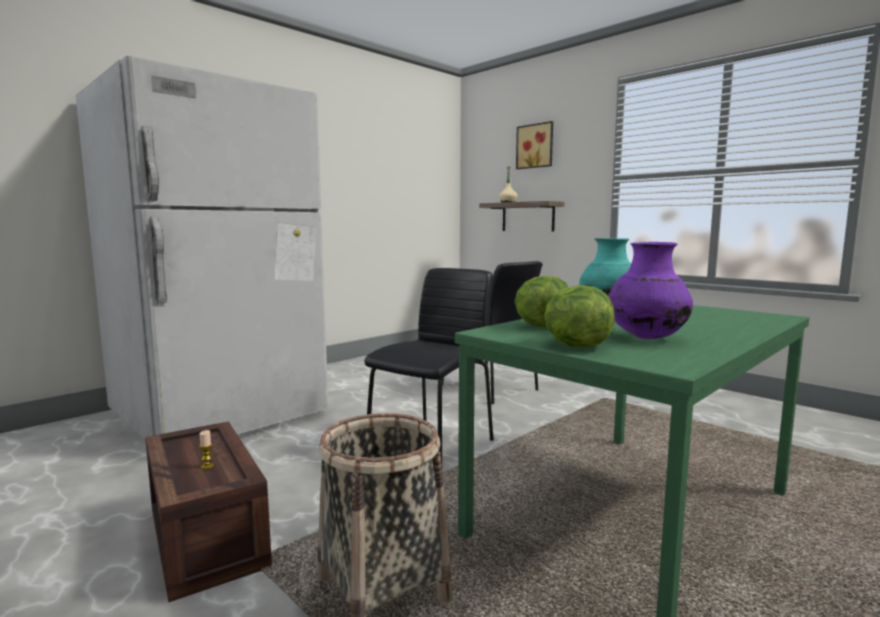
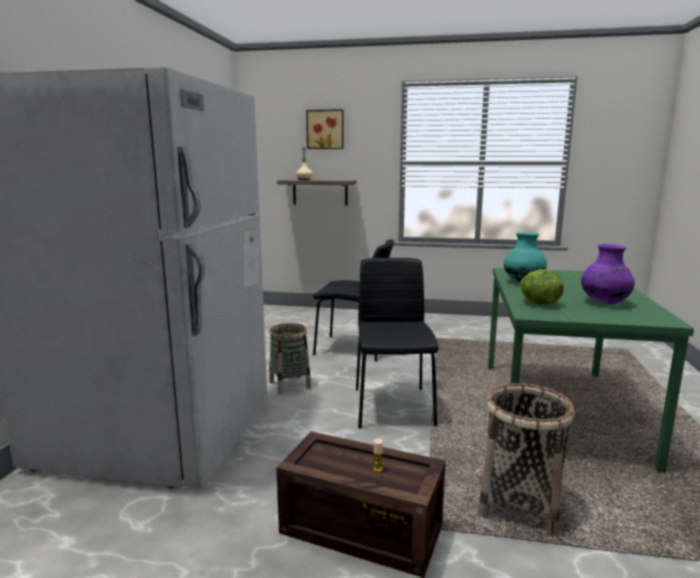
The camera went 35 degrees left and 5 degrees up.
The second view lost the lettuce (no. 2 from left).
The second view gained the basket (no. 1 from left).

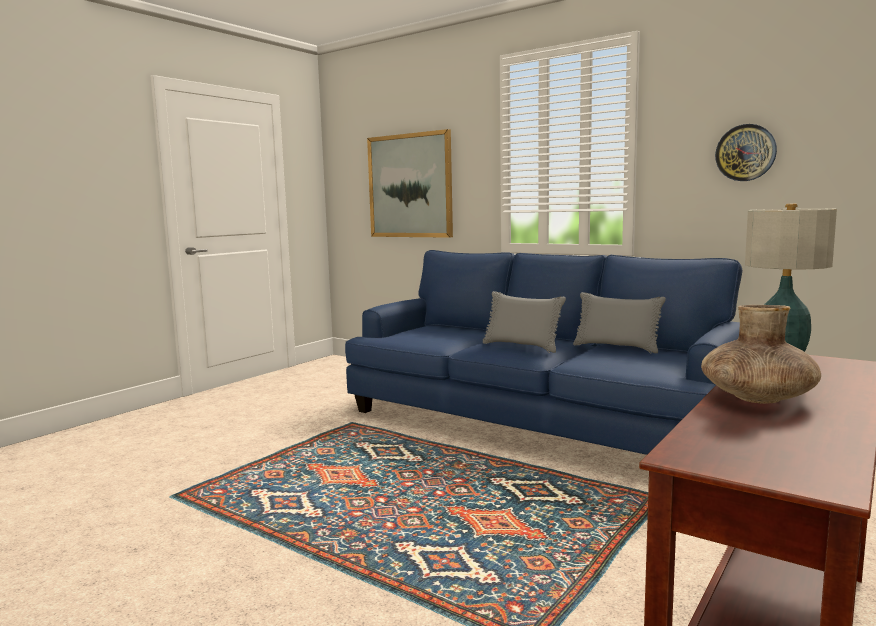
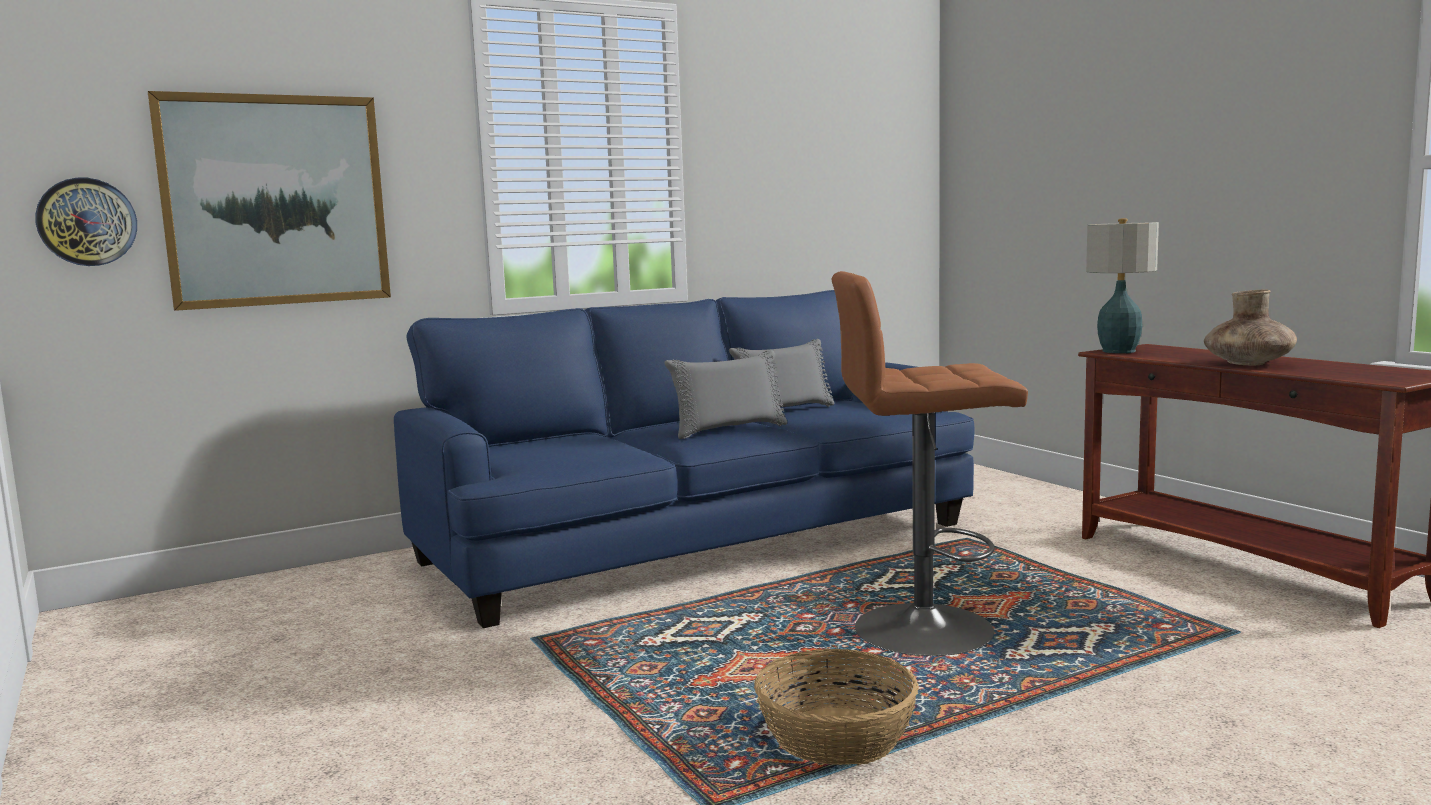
The camera went 65 degrees left and 0 degrees up.
The second view gained the basket.
The second view gained the brown_stool.
The wall_clock ended up elsewhere.

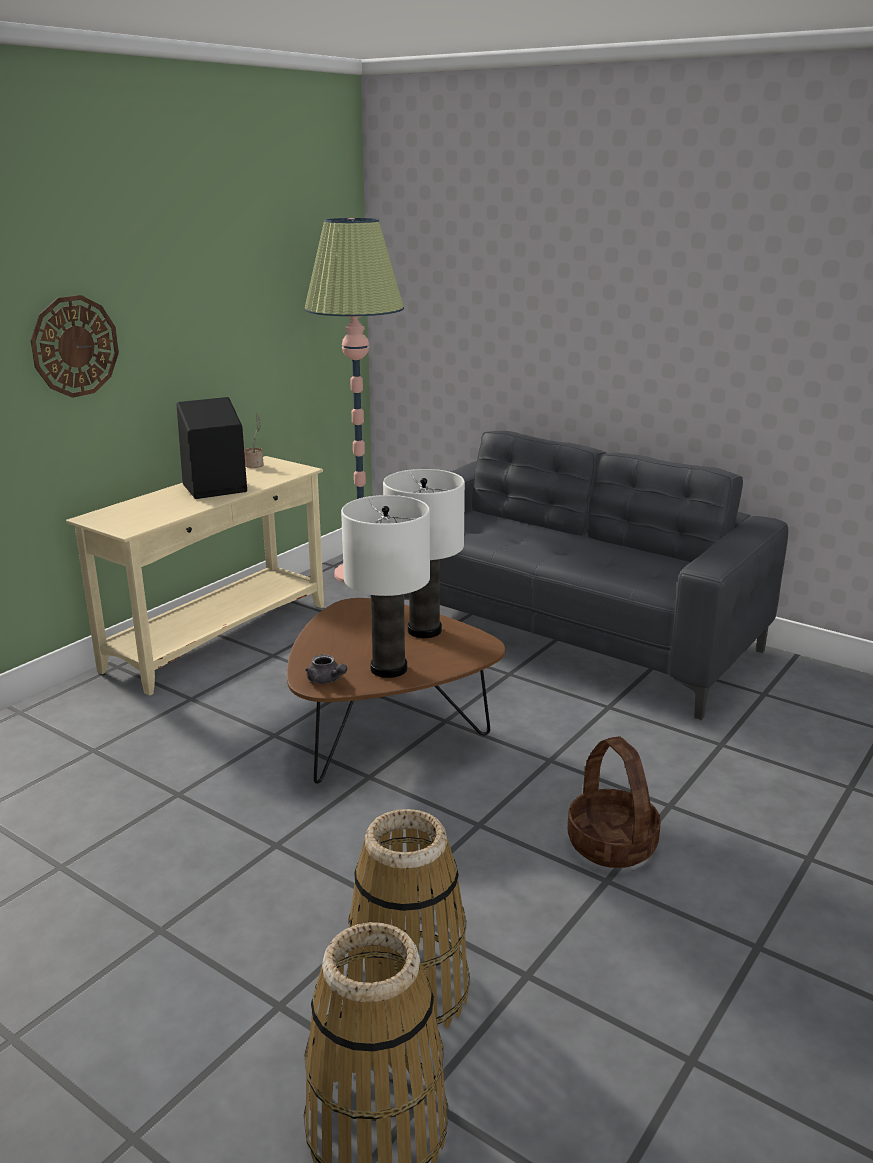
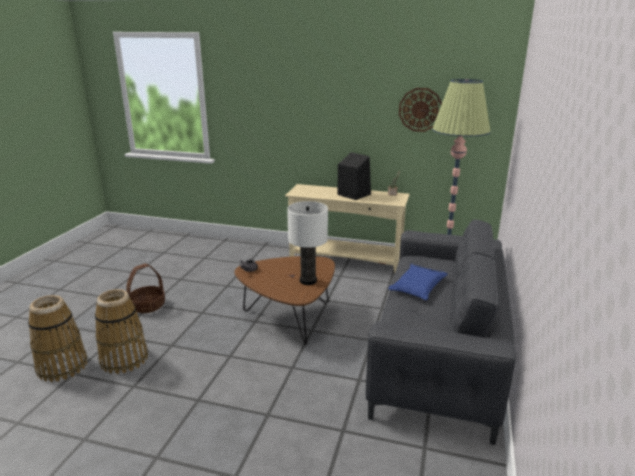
The camera went 70 degrees right and 0 degrees up.
The second view lost the white_table_lamp (no. 1 from left).
The second view gained the blue_pillow.
The wall_clock ended up elsewhere.
The basket (no. 3 from left) ended up elsewhere.

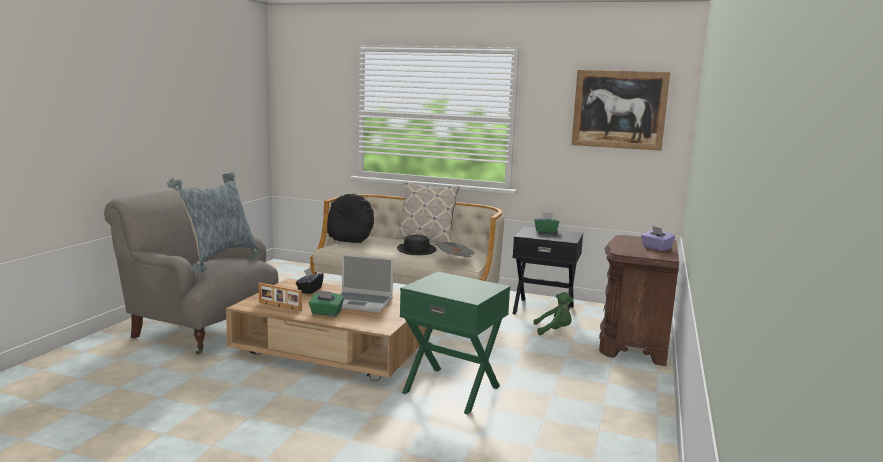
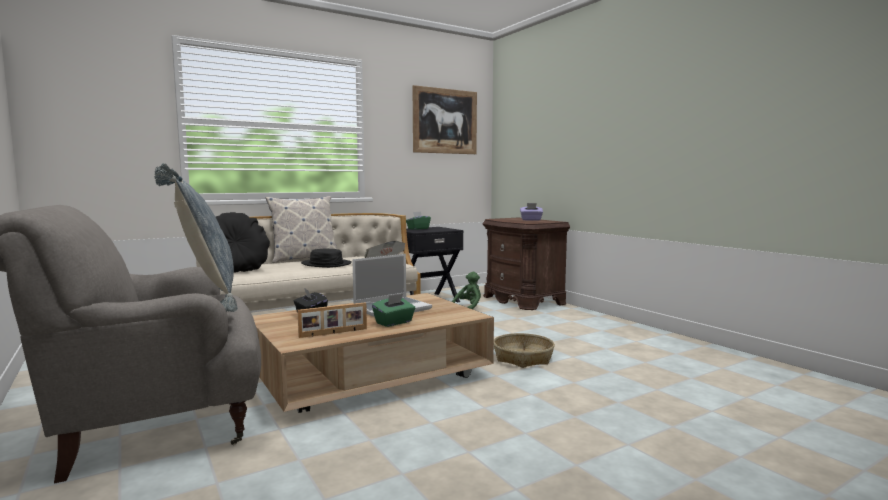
The camera went 50 degrees left and 5 degrees down.
Where the green_side_table stood, the basket came to stand.

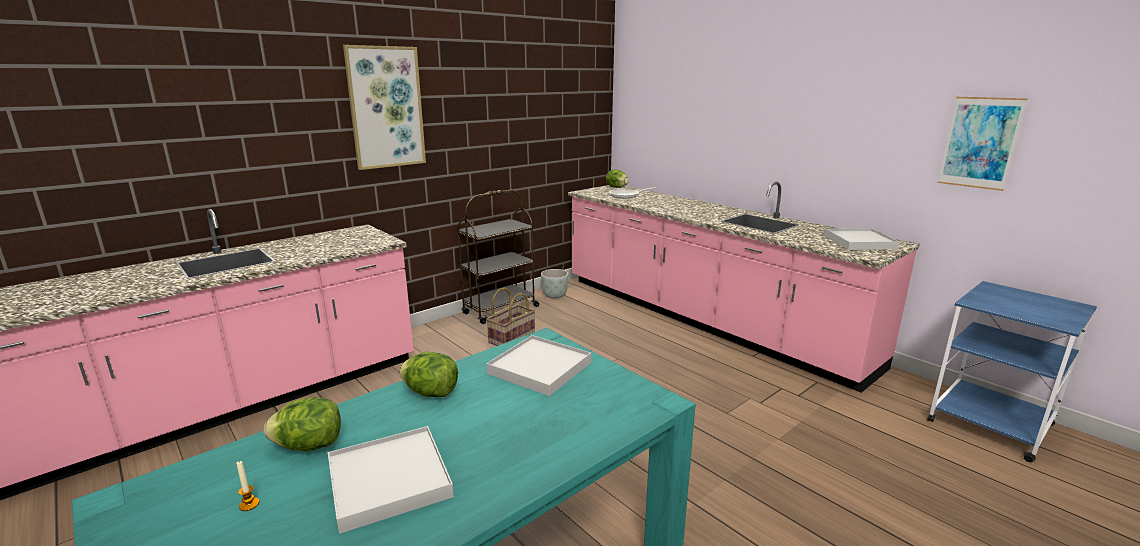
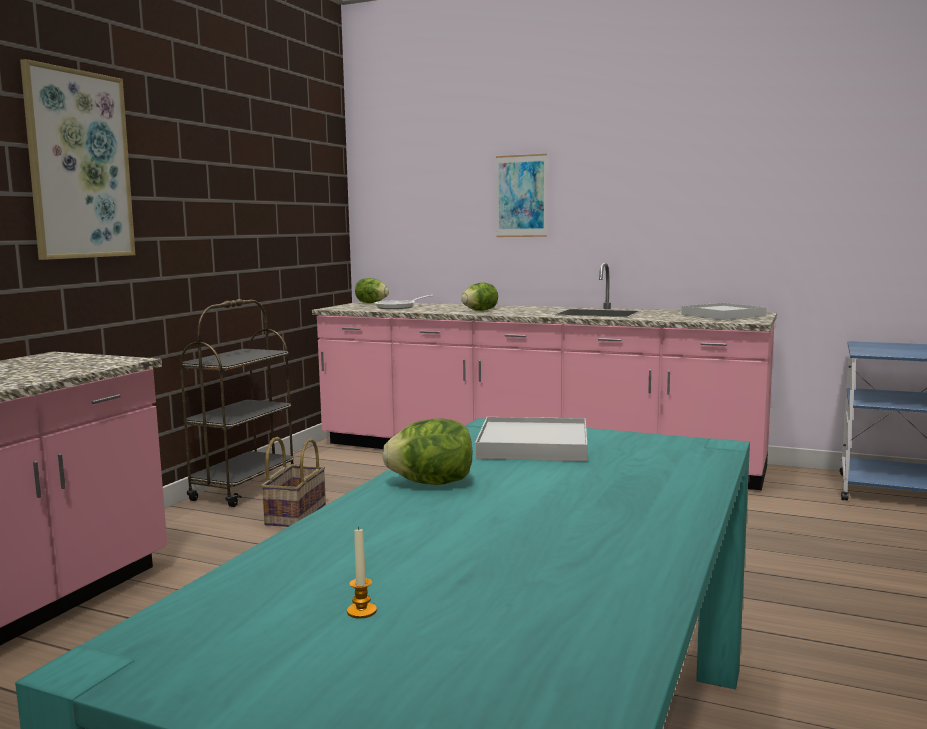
The camera went 25 degrees left and 10 degrees down.
The second view lost the white_tray (no. 1 from left).
The second view lost the grey_planter.
The lettuce (no. 1 from left in the first image) ended up elsewhere.
The picture (no. 2 from left) ended up elsewhere.

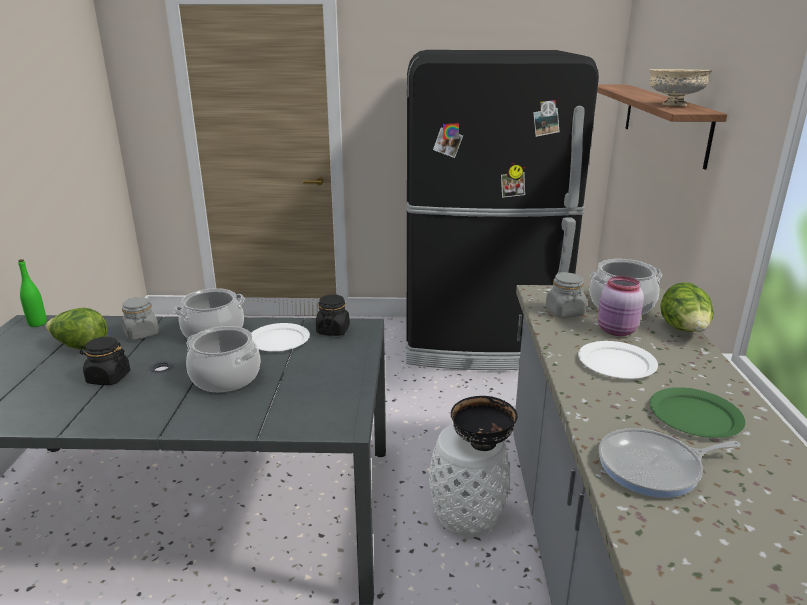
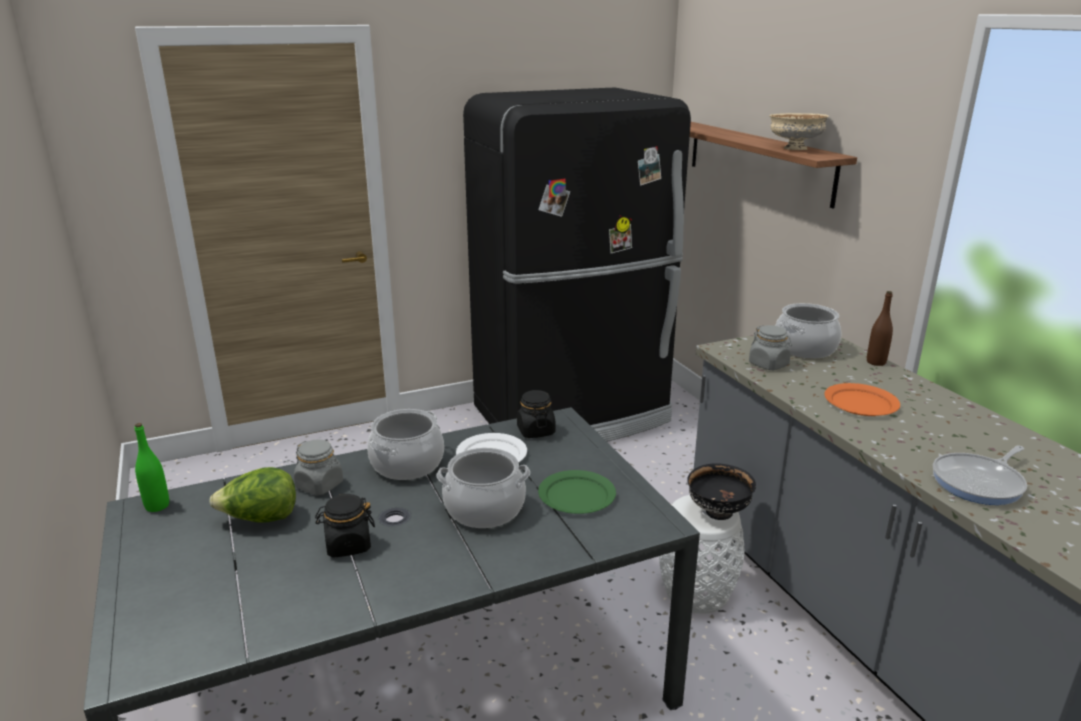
The camera went 25 degrees left and 0 degrees up.
The second view lost the pink_jar.
The green_plate ended up elsewhere.
Where the lettuce (no. 2 from left) stood, the brown_bottle came to stand.
What was the white_plate (no. 2 from left) turned into the orange_plate.

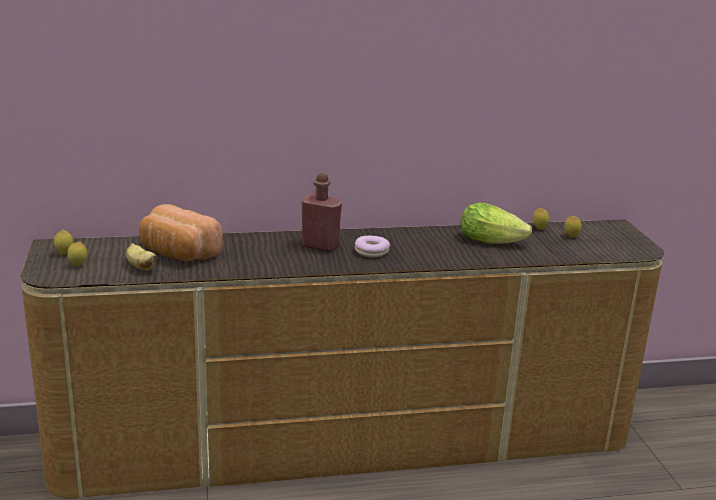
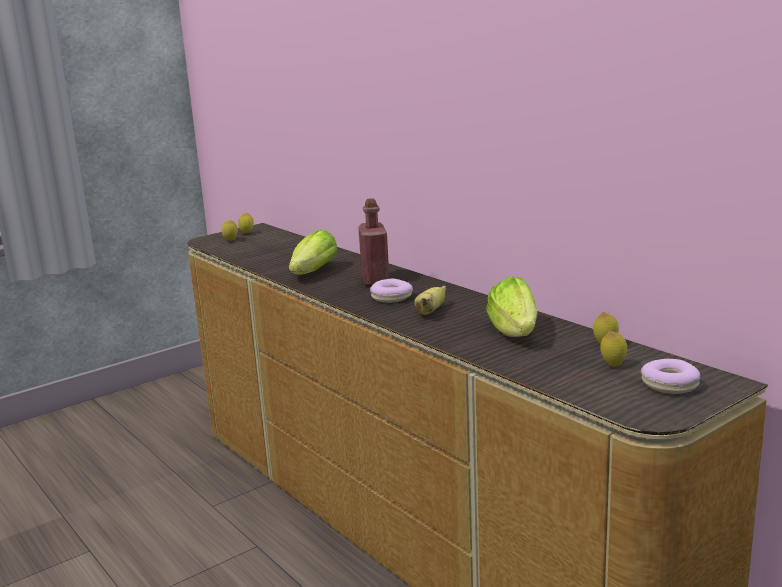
The camera went 65 degrees right and 5 degrees down.
The second view lost the bread.
The second view gained the lettuce (no. 1 from left).
The second view gained the donut (no. 2 from left).
The banana ended up elsewhere.

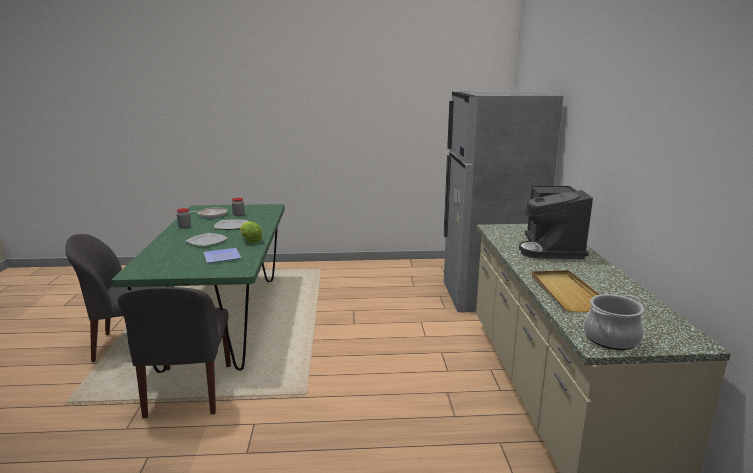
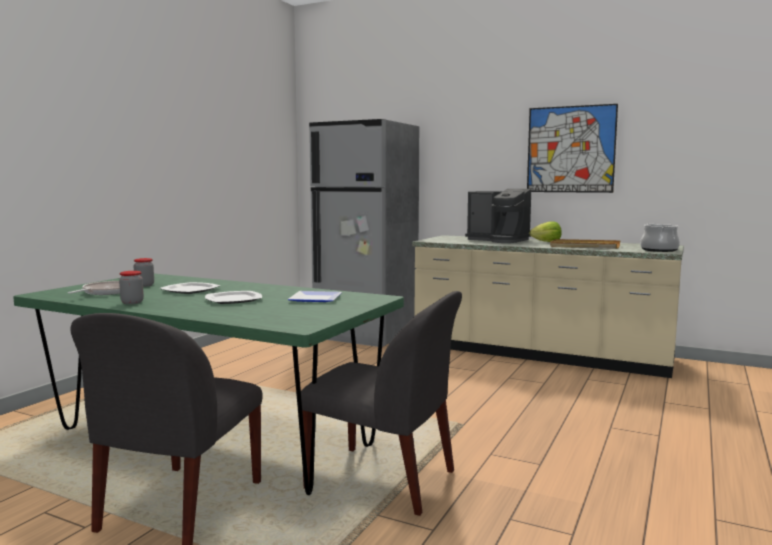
The camera went 60 degrees left and 10 degrees down.
The second view gained the picture.
The lettuce ended up elsewhere.

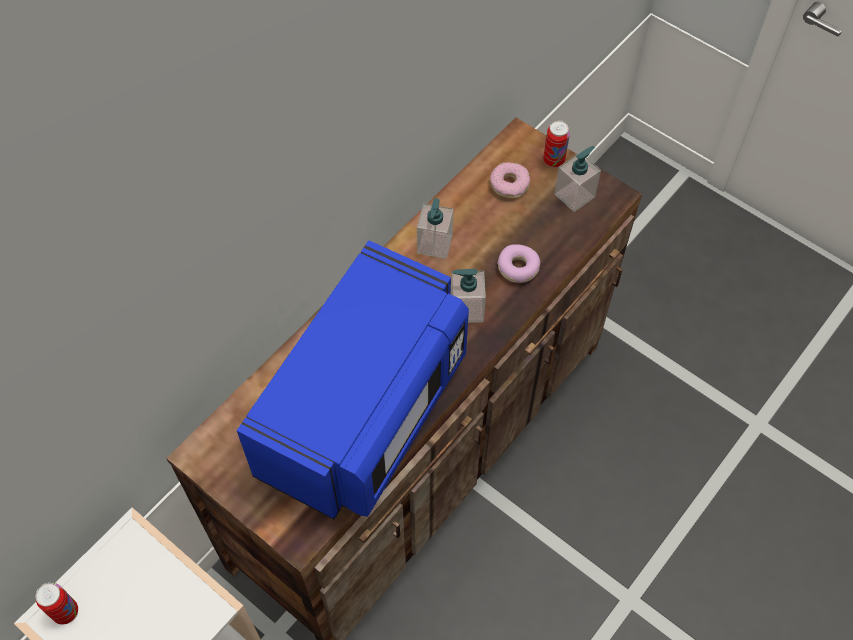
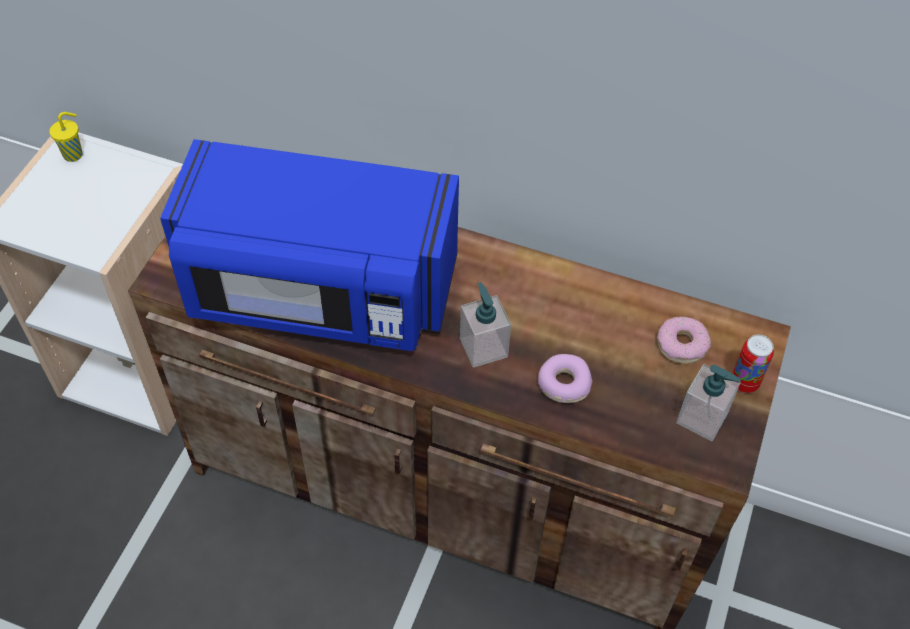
The camera went 70 degrees right and 5 degrees down.
The second view lost the soap_dispenser (no. 1 from left).
Where the can (no. 1 from left) stood, the yellow_cup came to stand.

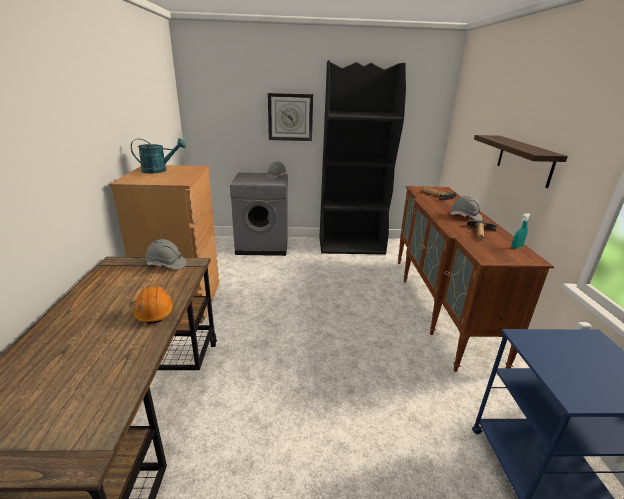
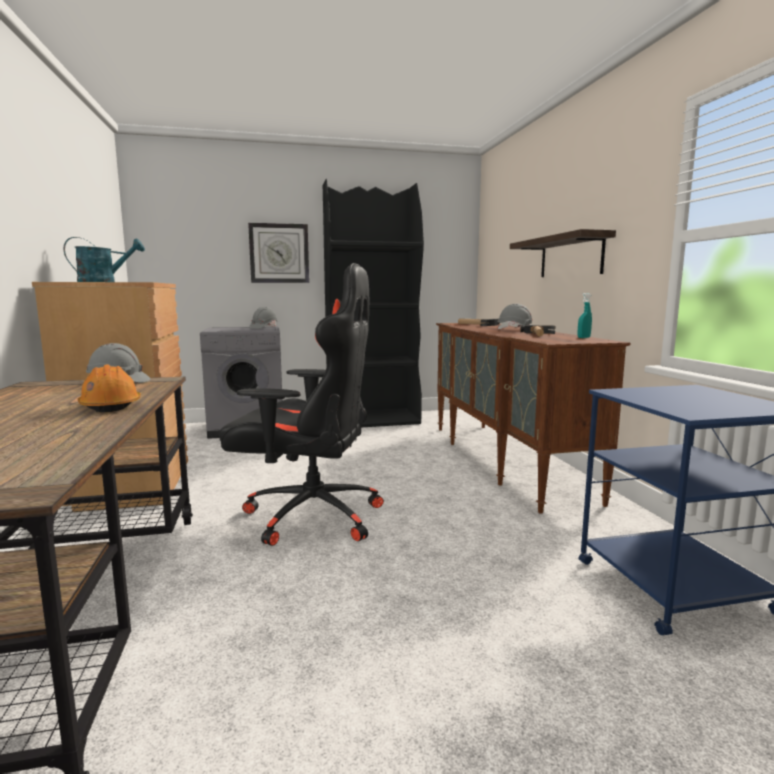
The camera went 10 degrees left and 15 degrees down.
The second view gained the black_office_chair.

